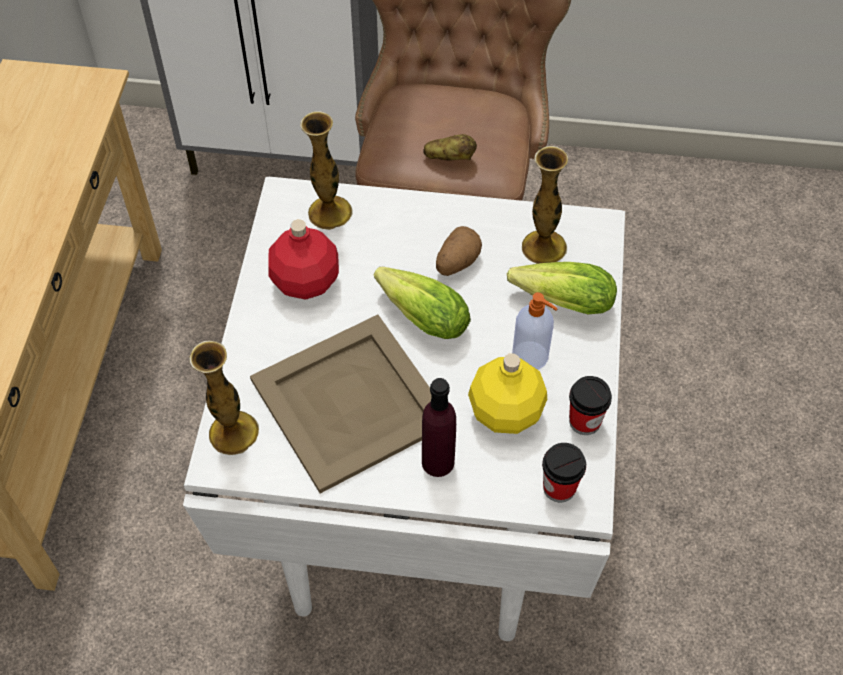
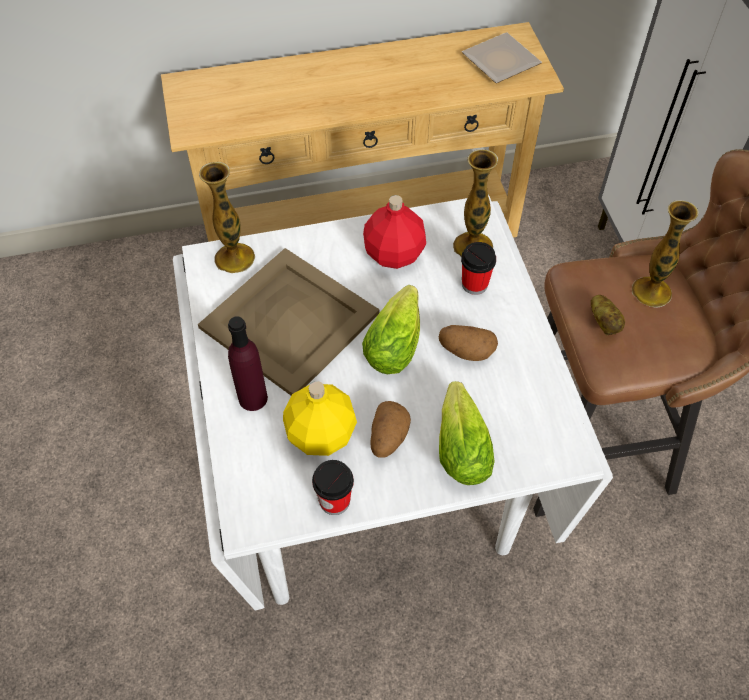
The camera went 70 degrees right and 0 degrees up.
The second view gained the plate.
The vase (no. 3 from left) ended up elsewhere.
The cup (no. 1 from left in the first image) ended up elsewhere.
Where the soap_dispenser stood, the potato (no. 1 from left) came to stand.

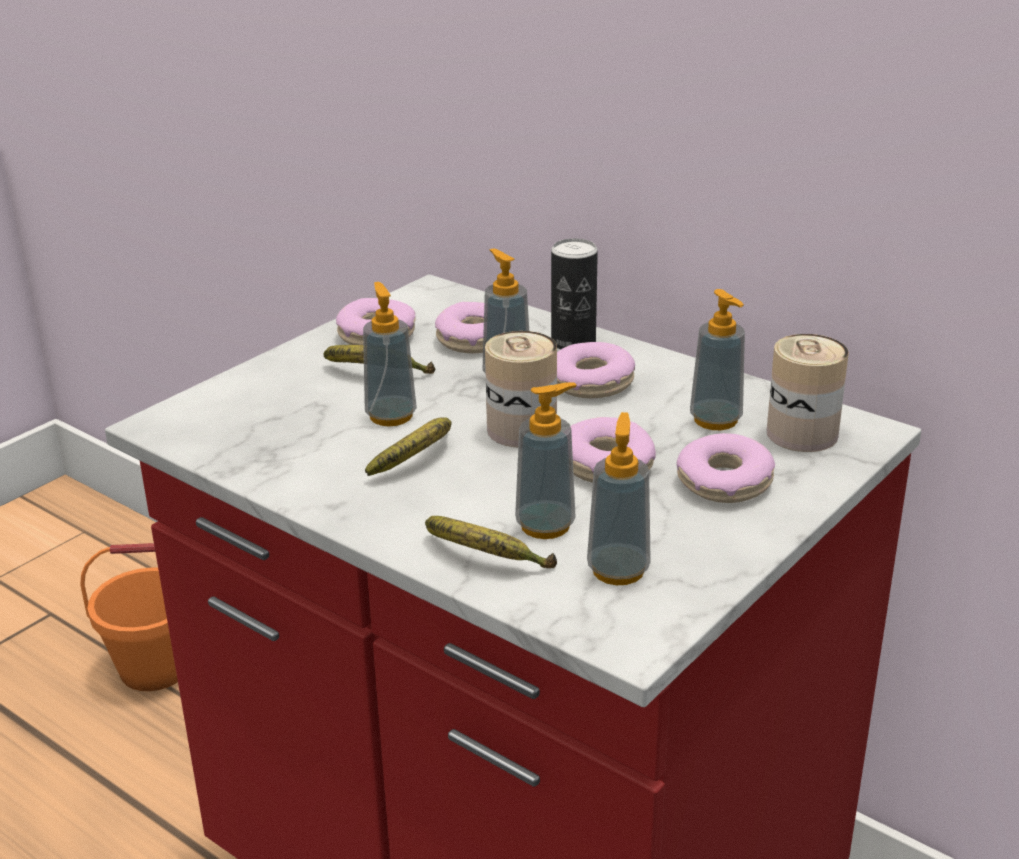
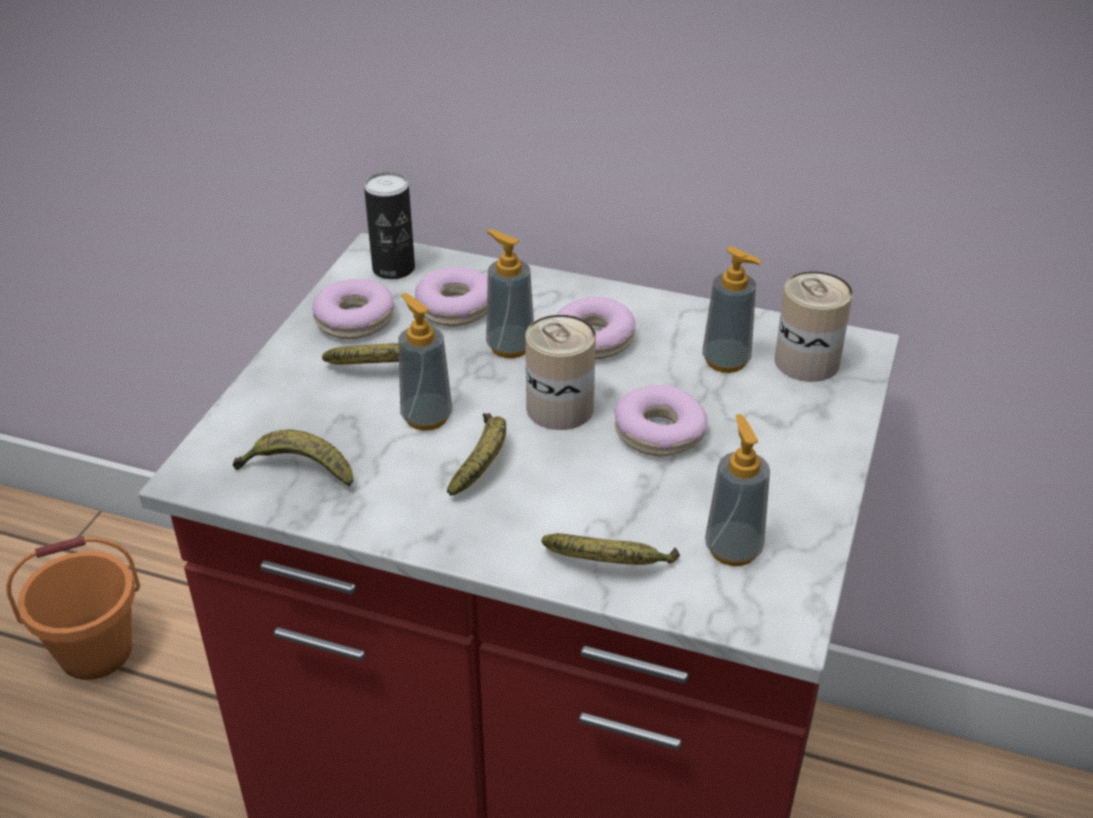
The camera went 20 degrees left and 10 degrees up.
The second view lost the soap_dispenser (no. 3 from left).
The second view lost the donut (no. 5 from left).
The second view gained the banana (no. 1 from left).
The can (no. 2 from left in the first image) ended up elsewhere.

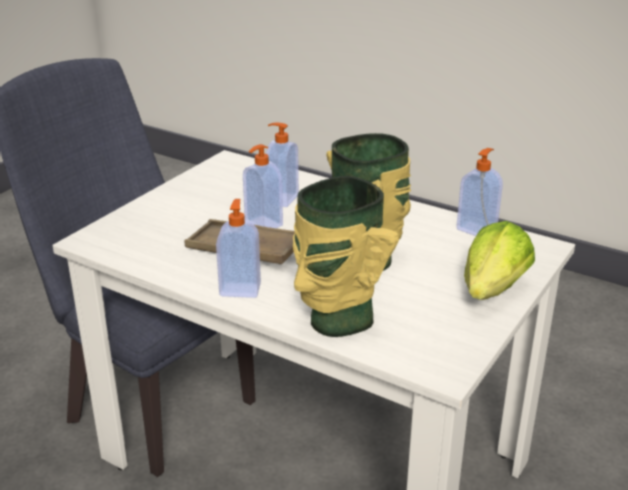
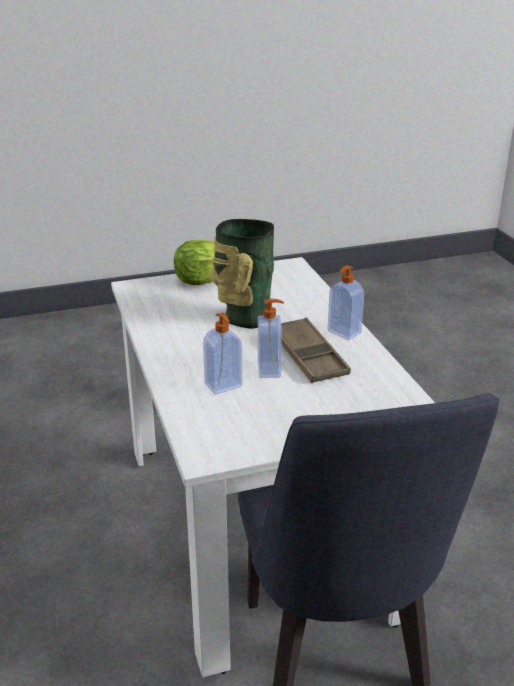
The camera went 140 degrees left and 0 degrees up.
The second view lost the vase (no. 1 from left).
The second view lost the soap_dispenser (no. 4 from left).

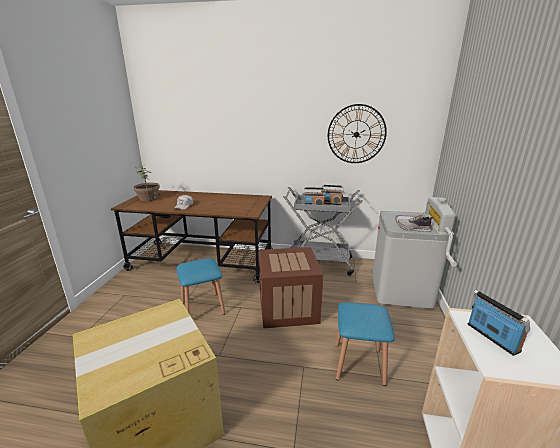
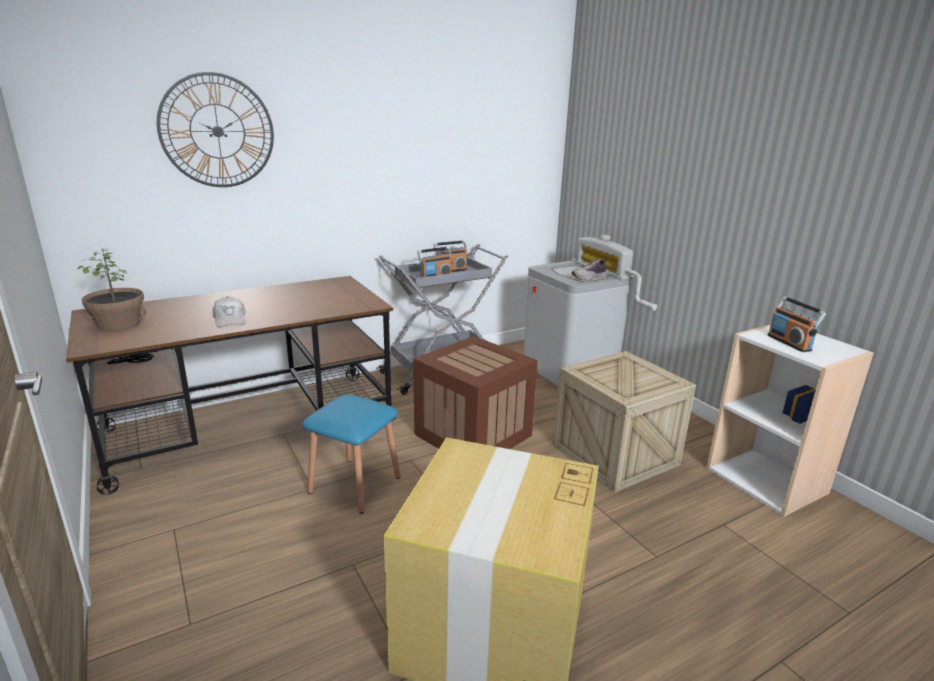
The camera went 40 degrees left and 0 degrees up.
The wall_clock ended up elsewhere.
Where the blue_stool (no. 2 from left) stood, the crate (no. 2 from left) came to stand.
The radio (no. 3 from left) ended up facing another way, 135 degrees counterclockwise from before.

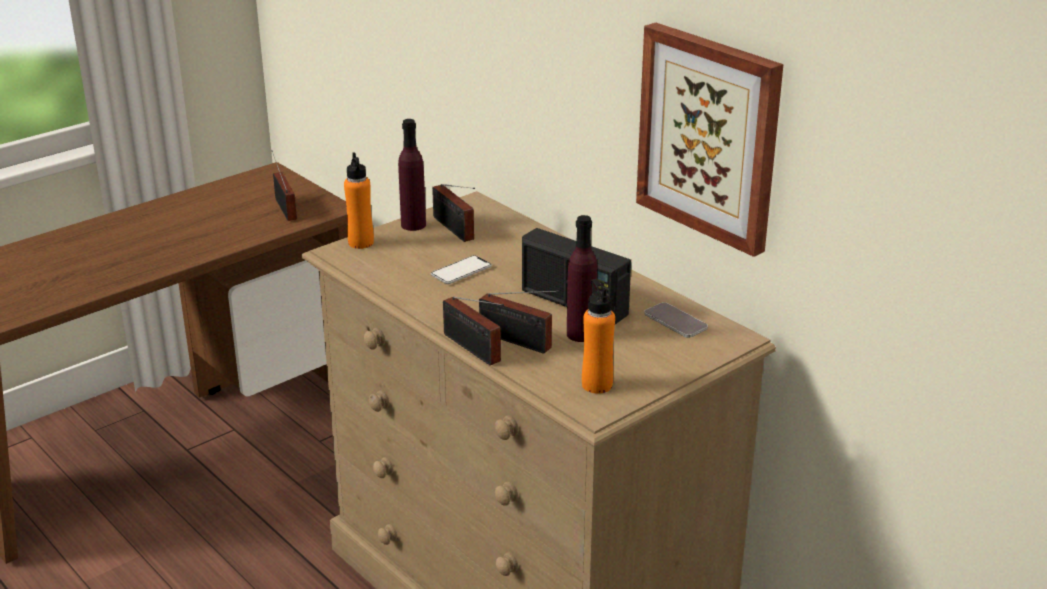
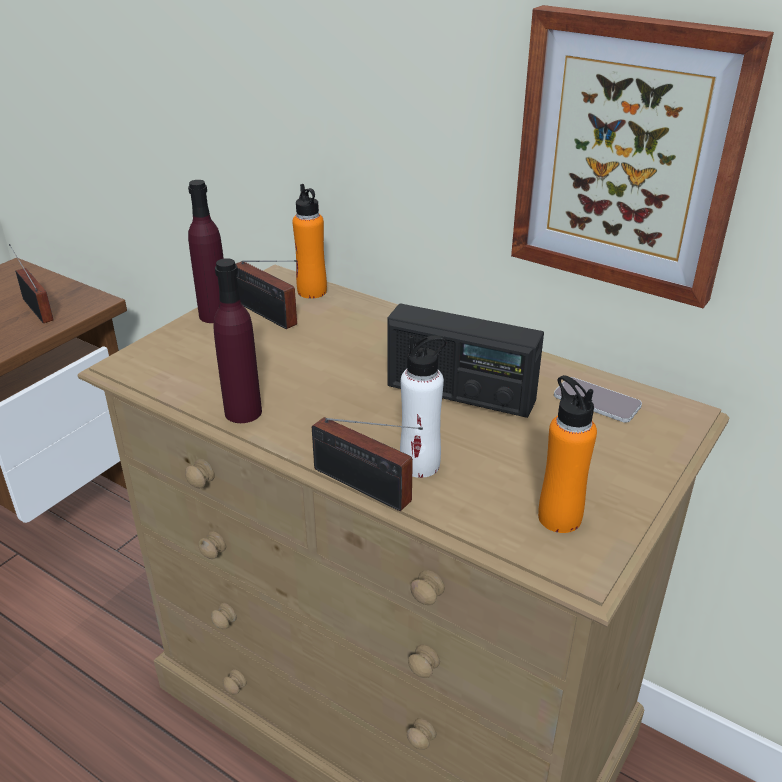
The camera went 15 degrees left and 5 degrees up.
The second view lost the phone (no. 1 from left).
The orange_bottle (no. 1 from left) ended up elsewhere.
The purple_bottle (no. 2 from left) ended up elsewhere.
Where the radio (no. 4 from left) stood, the white_bottle came to stand.

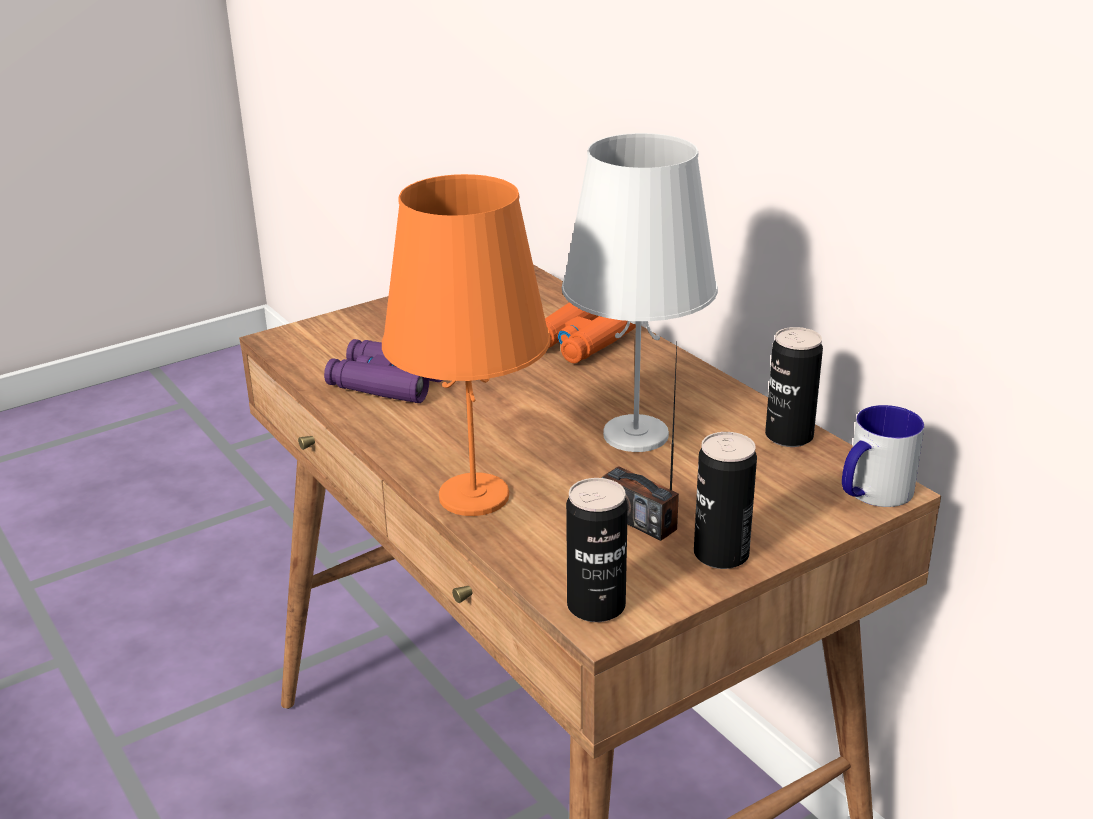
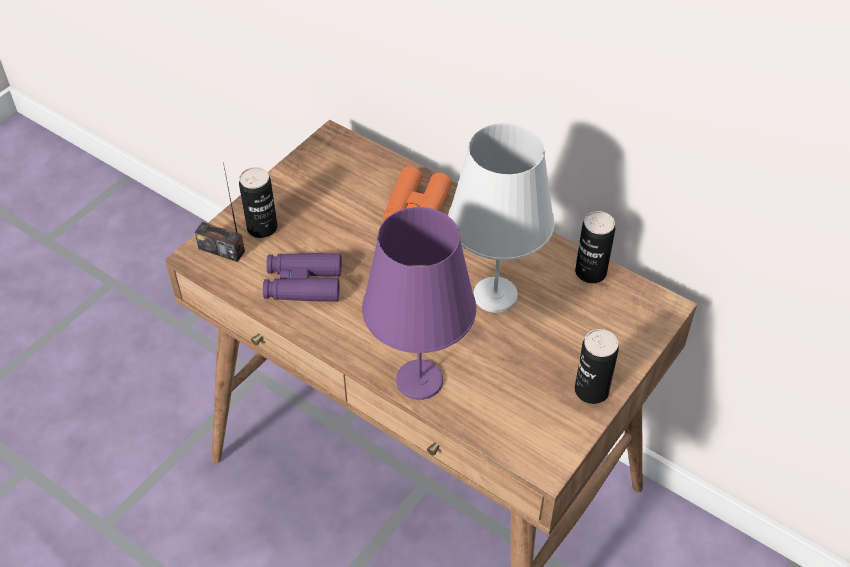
The camera went 20 degrees left and 20 degrees up.
The second view lost the mug.
The can (no. 1 from left) ended up elsewhere.
The radio ended up elsewhere.
What was the orange_table_lamp turned into the purple_table_lamp.

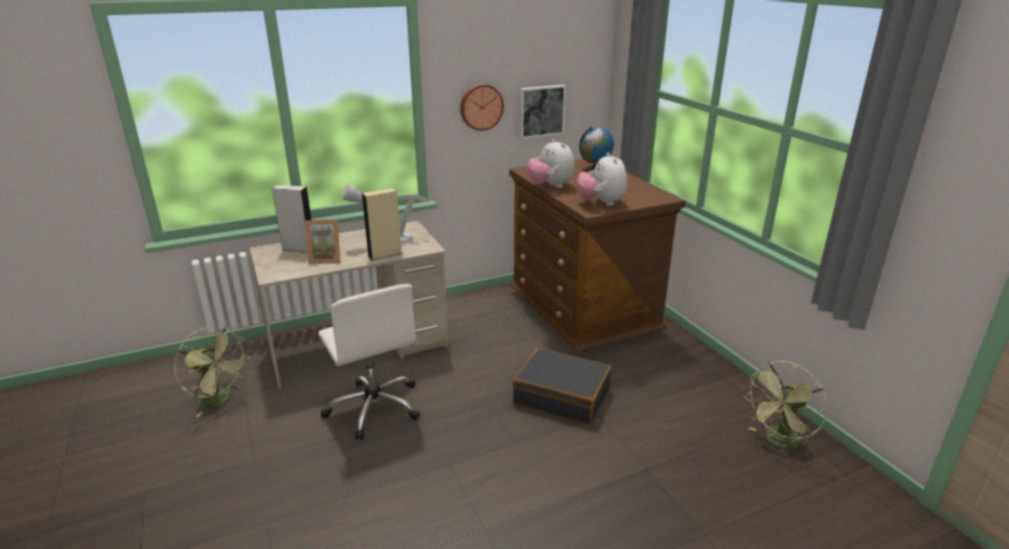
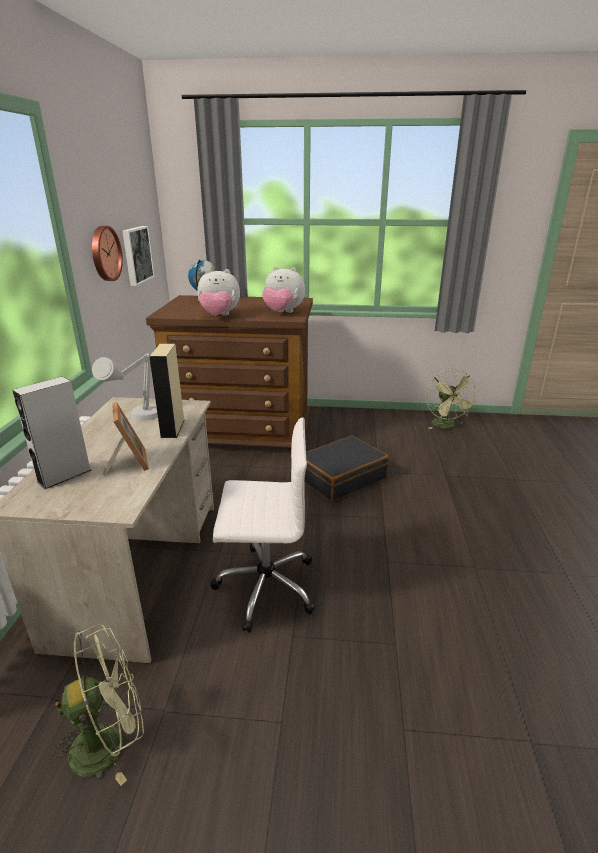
The camera went 60 degrees left and 0 degrees up.
The picture_frame ended up facing another way, 45 degrees counterclockwise from before.

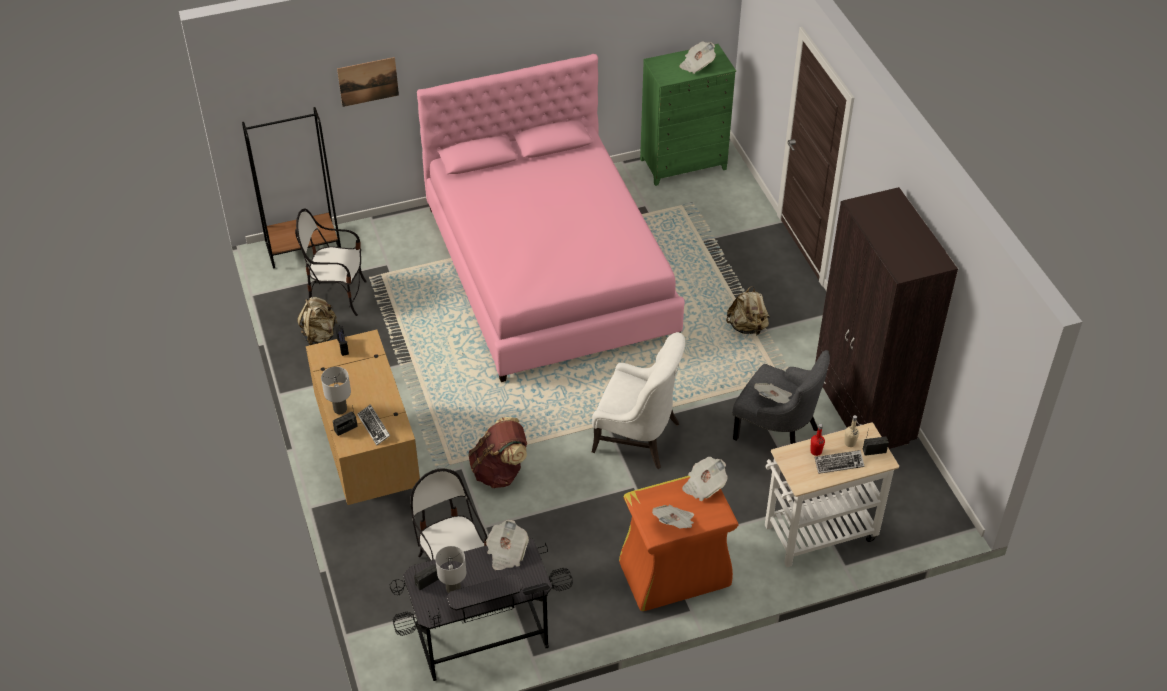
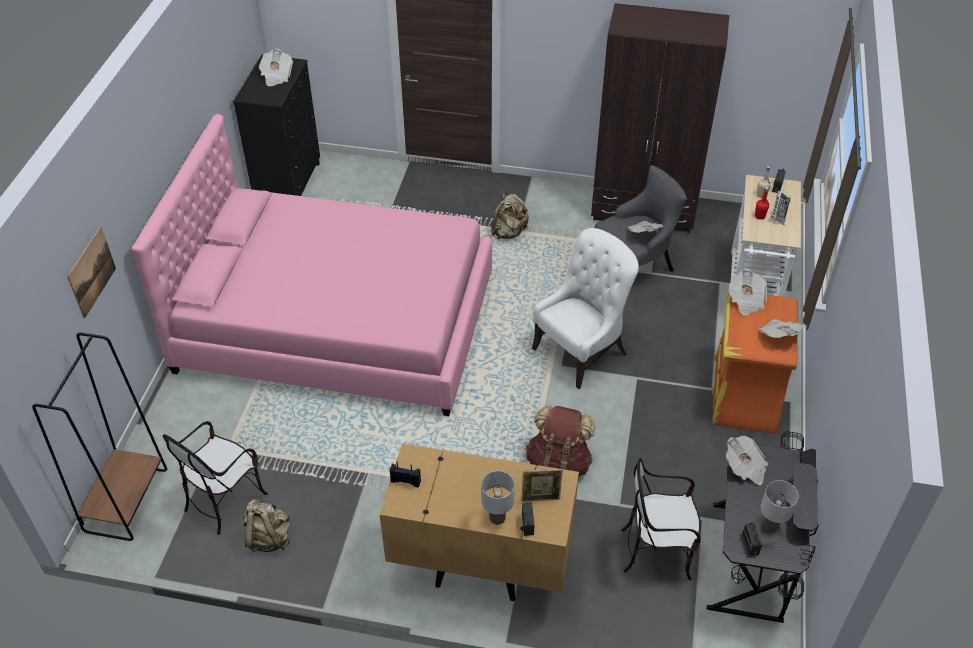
The camera went 60 degrees left and 0 degrees up.
Where the keyboard (no. 1 from left) stood, the picture_frame came to stand.
What was the green_dresser turned into the black_dresser.

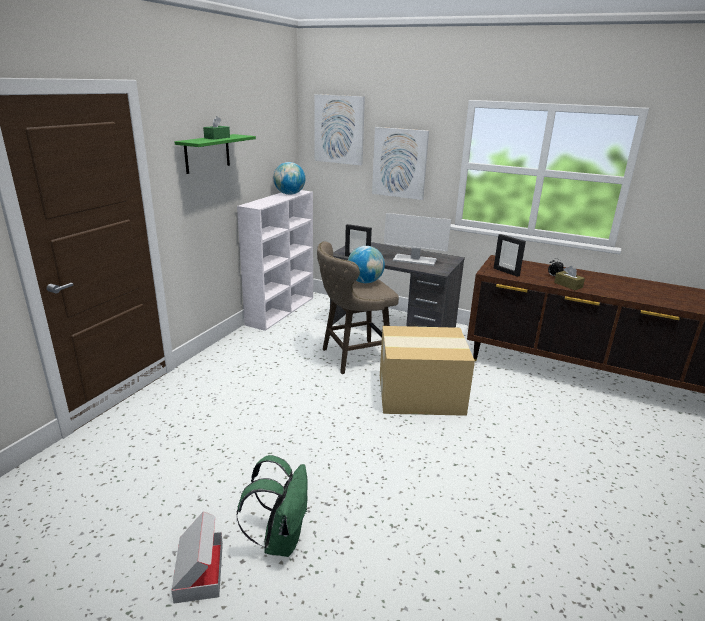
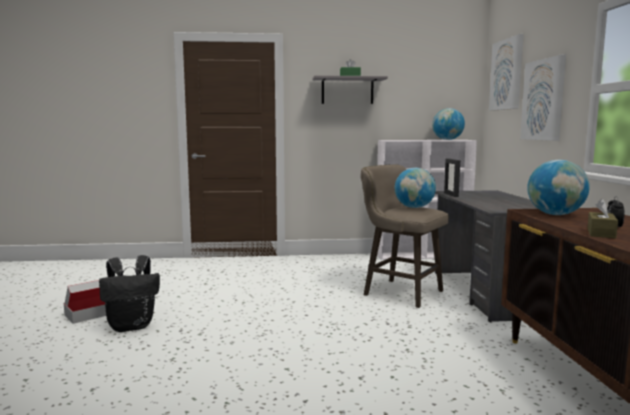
The camera went 60 degrees right and 15 degrees down.
The second view lost the cardboard_box (no. 2 from left).
The second view lost the monitor.
Where the picture_frame (no. 2 from left) stood, the globe (no. 3 from left) came to stand.
What was the green_shelf turned into the grey_shelf.
What was the green_backpack turned into the black_backpack.

